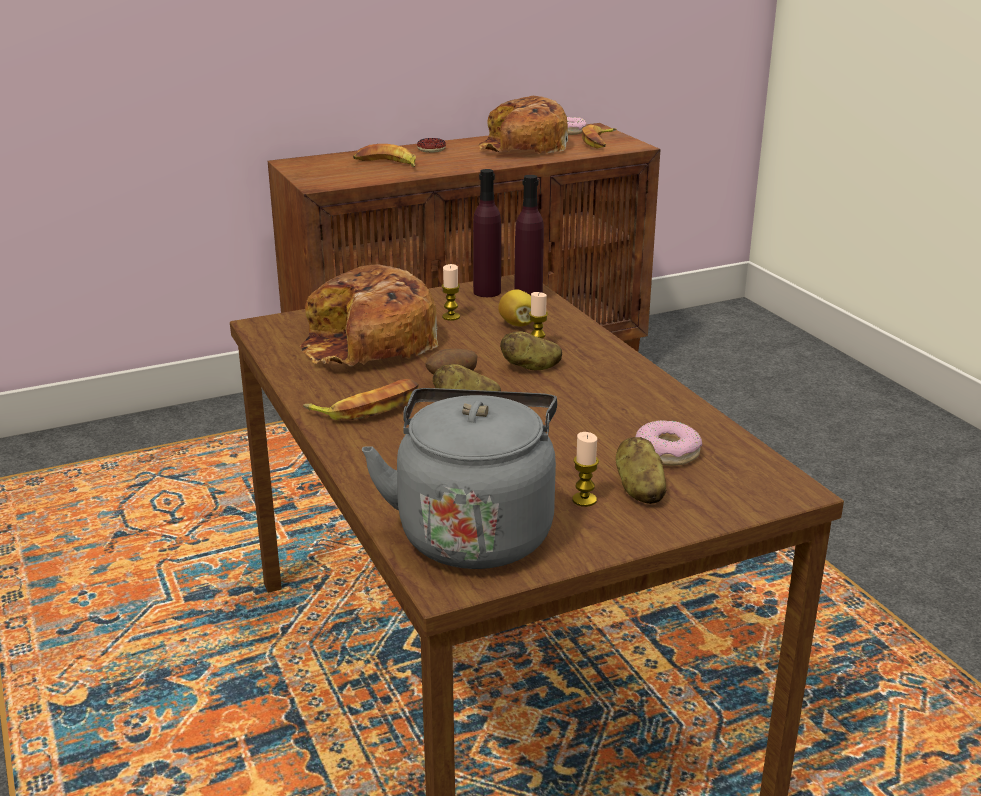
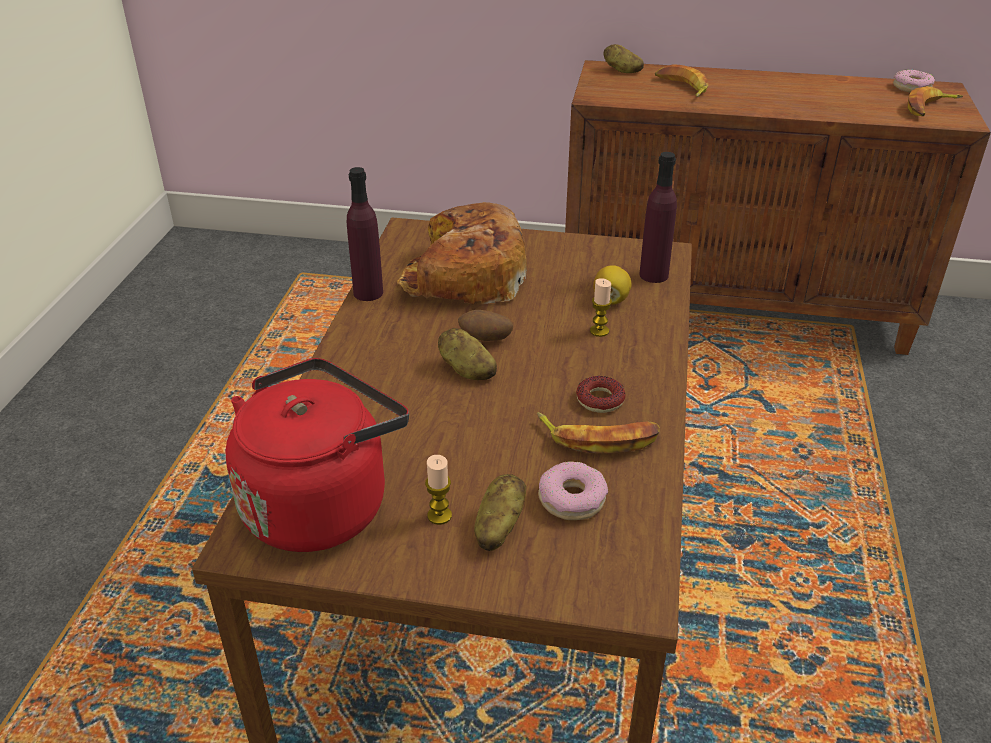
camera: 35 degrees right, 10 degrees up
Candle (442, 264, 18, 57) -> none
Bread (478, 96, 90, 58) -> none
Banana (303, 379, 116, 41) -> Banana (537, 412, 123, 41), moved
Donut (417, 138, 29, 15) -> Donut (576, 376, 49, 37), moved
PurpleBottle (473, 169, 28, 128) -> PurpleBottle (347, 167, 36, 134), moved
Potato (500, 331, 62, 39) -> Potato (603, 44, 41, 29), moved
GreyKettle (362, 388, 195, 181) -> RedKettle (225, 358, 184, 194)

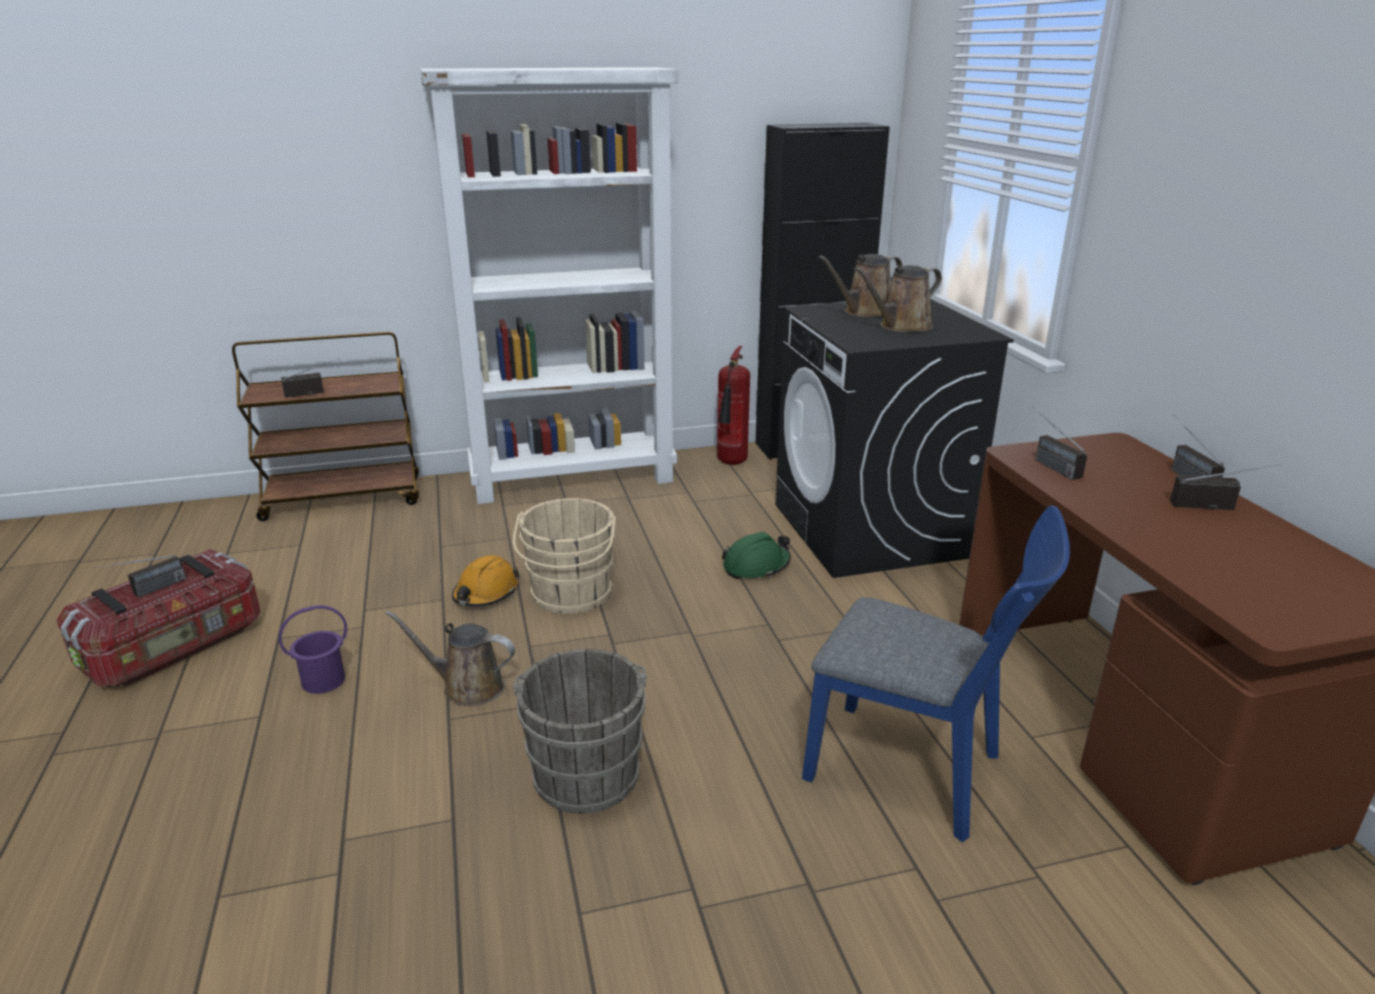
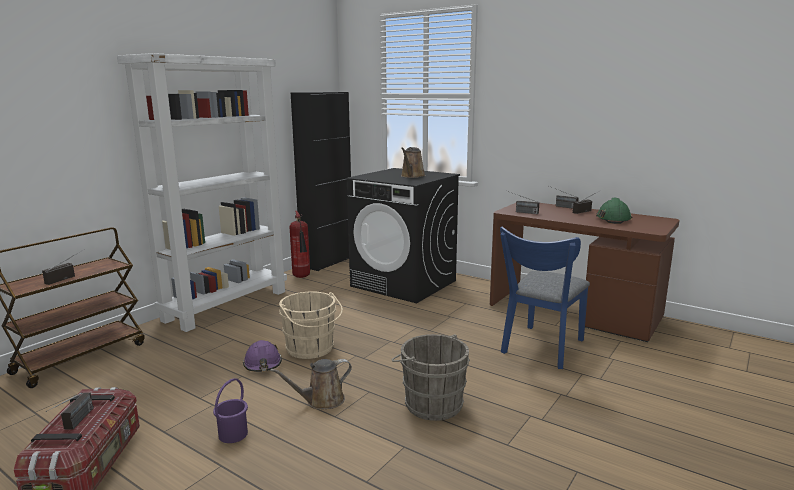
camera: 40 degrees left, 10 degrees down
BrownWateringCan (818, 254, 85, 63) -> none
GreenHardHat (722, 532, 69, 47) -> GreenHardHat (596, 198, 36, 26), moved
OrangeHardHat (452, 555, 68, 52) -> PurpleHardHat (243, 340, 39, 32)
BlueChair (802, 506, 268, 336) -> BlueChair (500, 227, 90, 142), 135 degrees clockwise

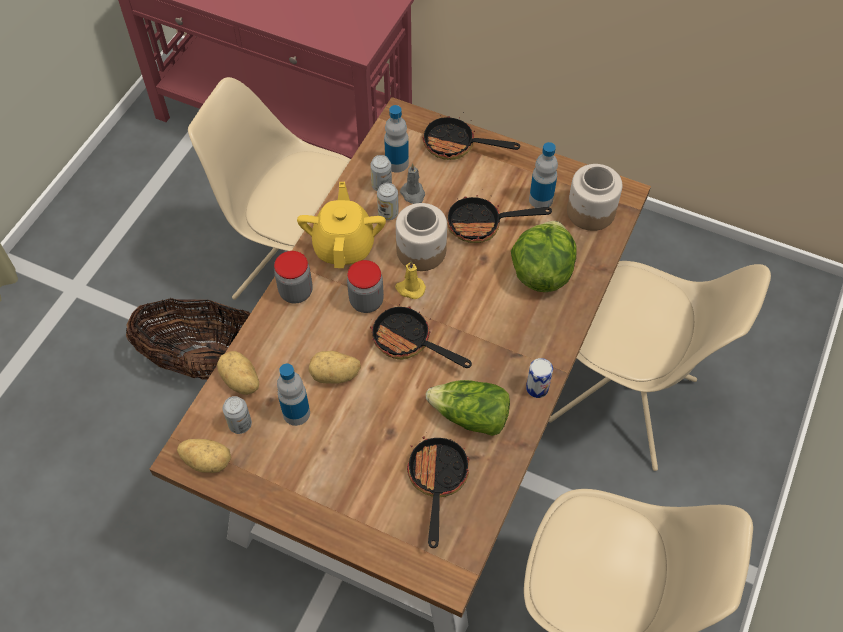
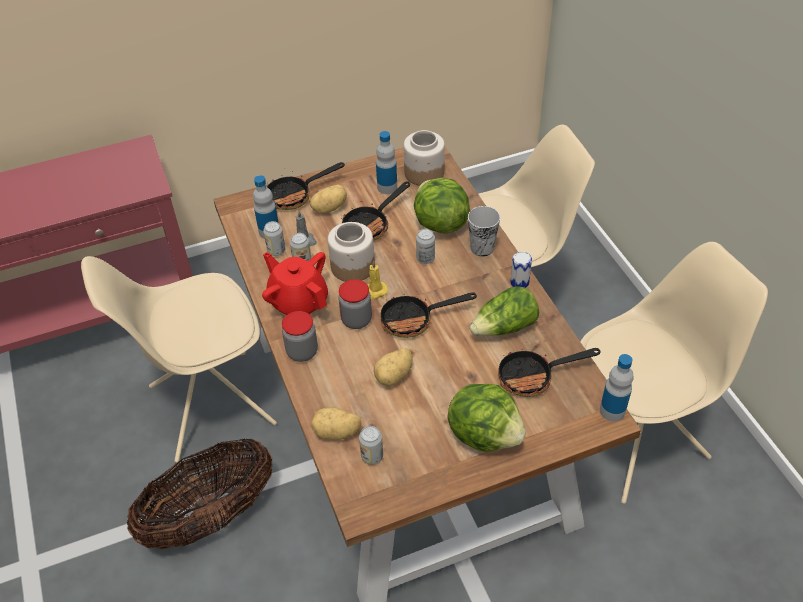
camera: 45 degrees left, 10 degrees down
none -> Can (416, 229, 19, 35)
none -> Lettuce (447, 384, 79, 67)
none -> Cup (468, 206, 32, 51)
Potato (177, 439, 54, 34) -> Potato (310, 185, 37, 28), moved
Bottle (277, 364, 33, 62) -> Bottle (600, 354, 34, 68), moved
YellowTeapot (297, 182, 89, 86) -> RedTeapot (262, 252, 66, 63)
FryingPan (407, 436, 62, 112) -> FryingPan (498, 342, 103, 55), 60 degrees counterclockwise

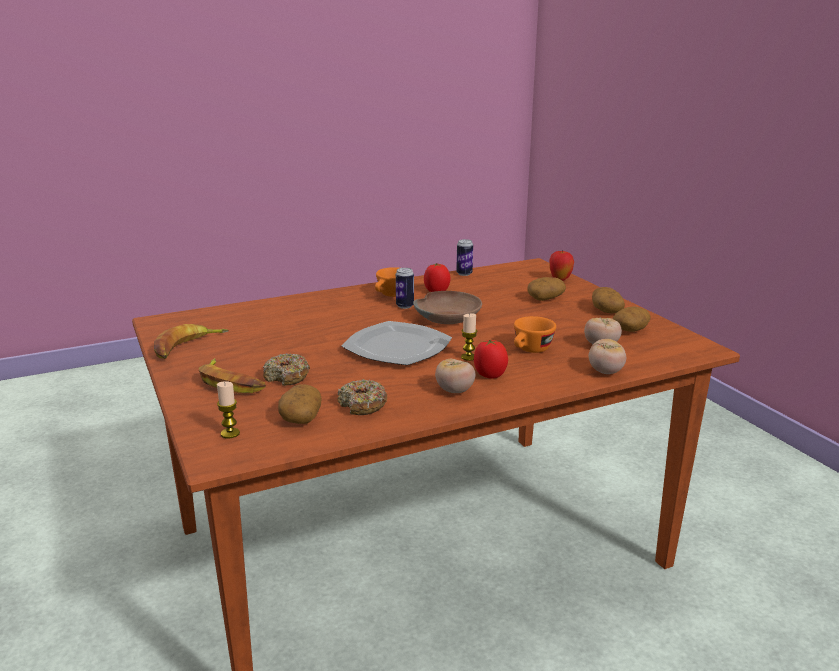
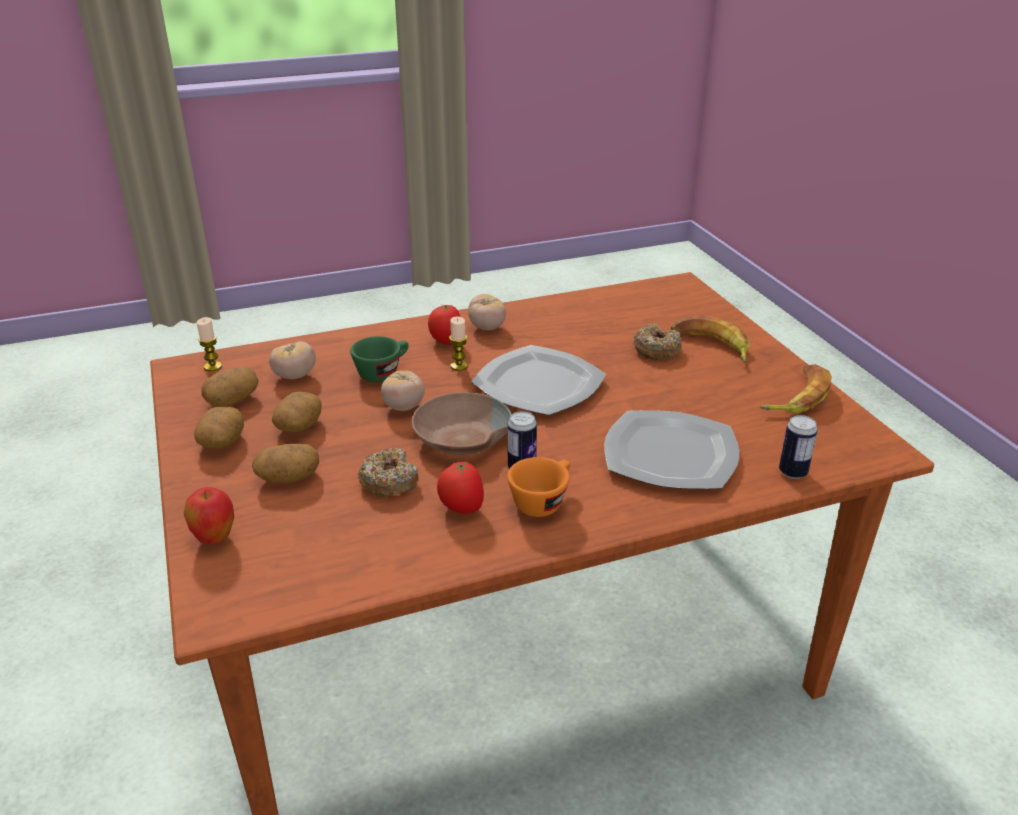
camera: 175 degrees left, 10 degrees up
none -> Plate (604, 410, 136, 79)
Candle (217, 381, 23, 58) -> Candle (197, 317, 25, 54), moved
Potato (278, 384, 43, 40) -> Potato (272, 392, 50, 40), moved
Donut (338, 379, 49, 36) -> Donut (358, 448, 61, 50), moved
Can (456, 239, 17, 37) -> Can (779, 415, 39, 64), moved
Tomato (589, 339, 37, 35) -> Tomato (381, 371, 44, 40), moved
OrangeCup (514, 316, 42, 37) -> GreenCup (350, 336, 59, 46)

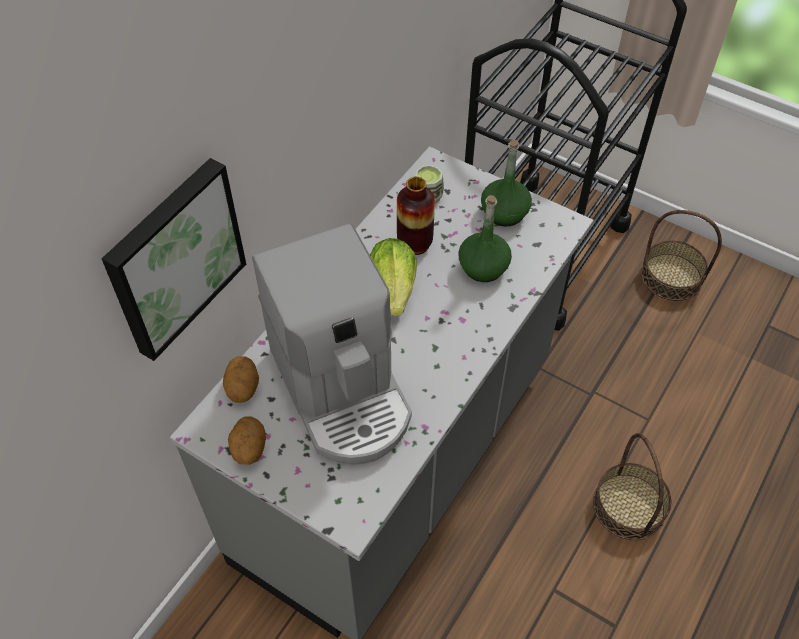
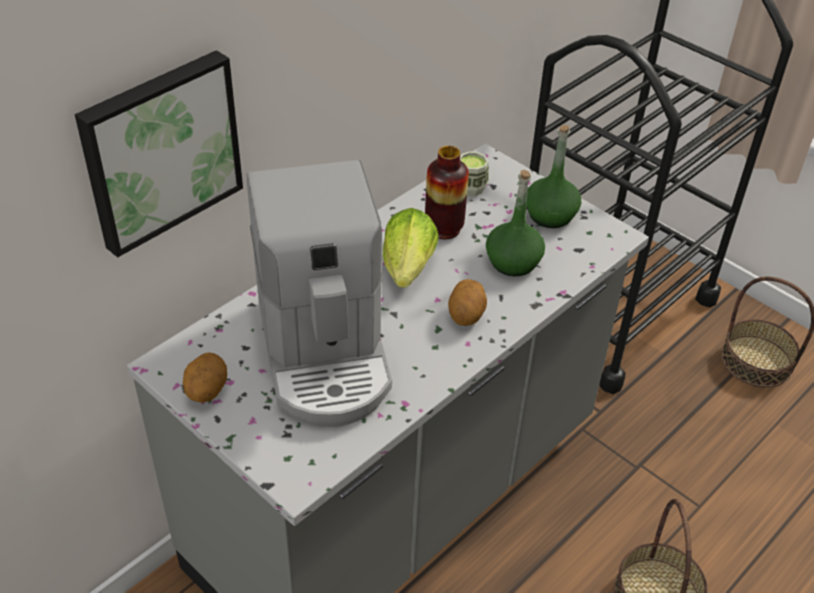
camera: 10 degrees right, 10 degrees down
Potato (223, 356, 36, 47) -> Potato (448, 279, 39, 47), moved

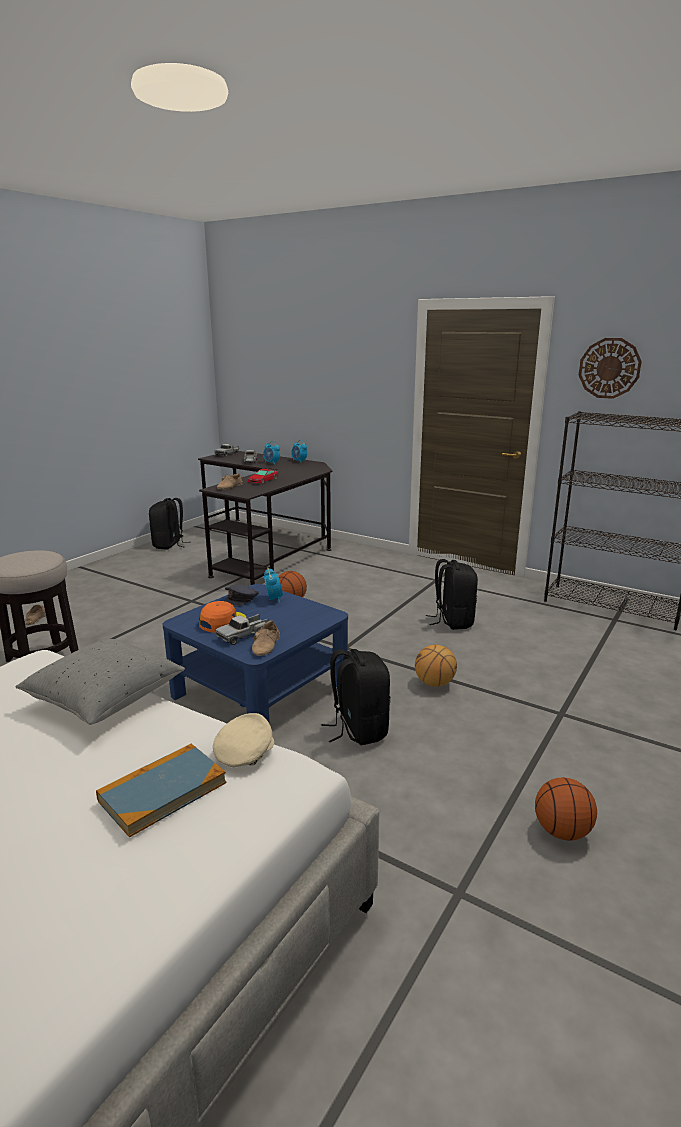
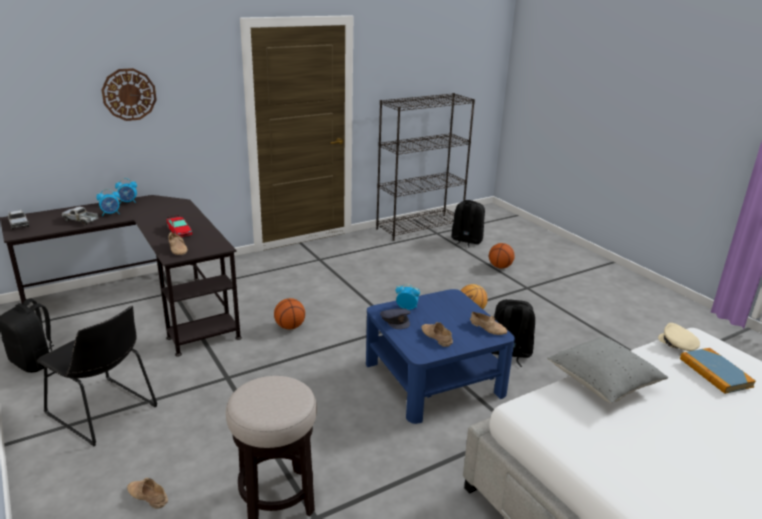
camera: 65 degrees left, 5 degrees up
ToyTruck (215, 614, 53, 31) -> none
none -> BlackChair (37, 306, 121, 140)
BlackBackpack (426, 559, 52, 71) -> BlackBackpack (451, 200, 34, 48), moved
Basketball (535, 777, 62, 64) -> Basketball (489, 243, 26, 26), moved
WallClock (579, 338, 63, 61) -> WallClock (102, 68, 55, 53), moved
OrangeCap (199, 601, 47, 32) -> BeigeShoe (421, 322, 32, 25)

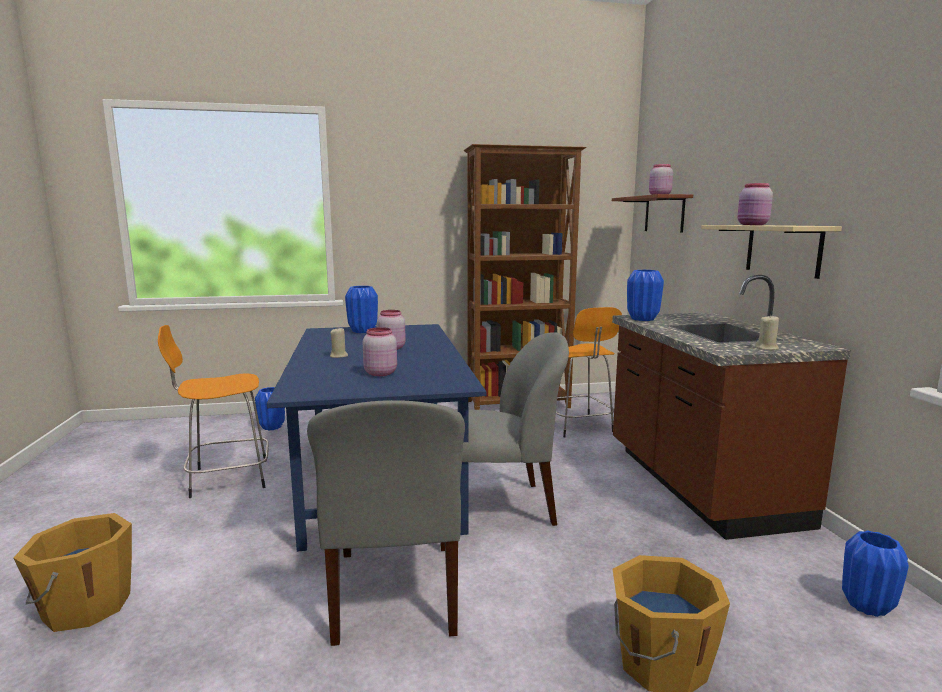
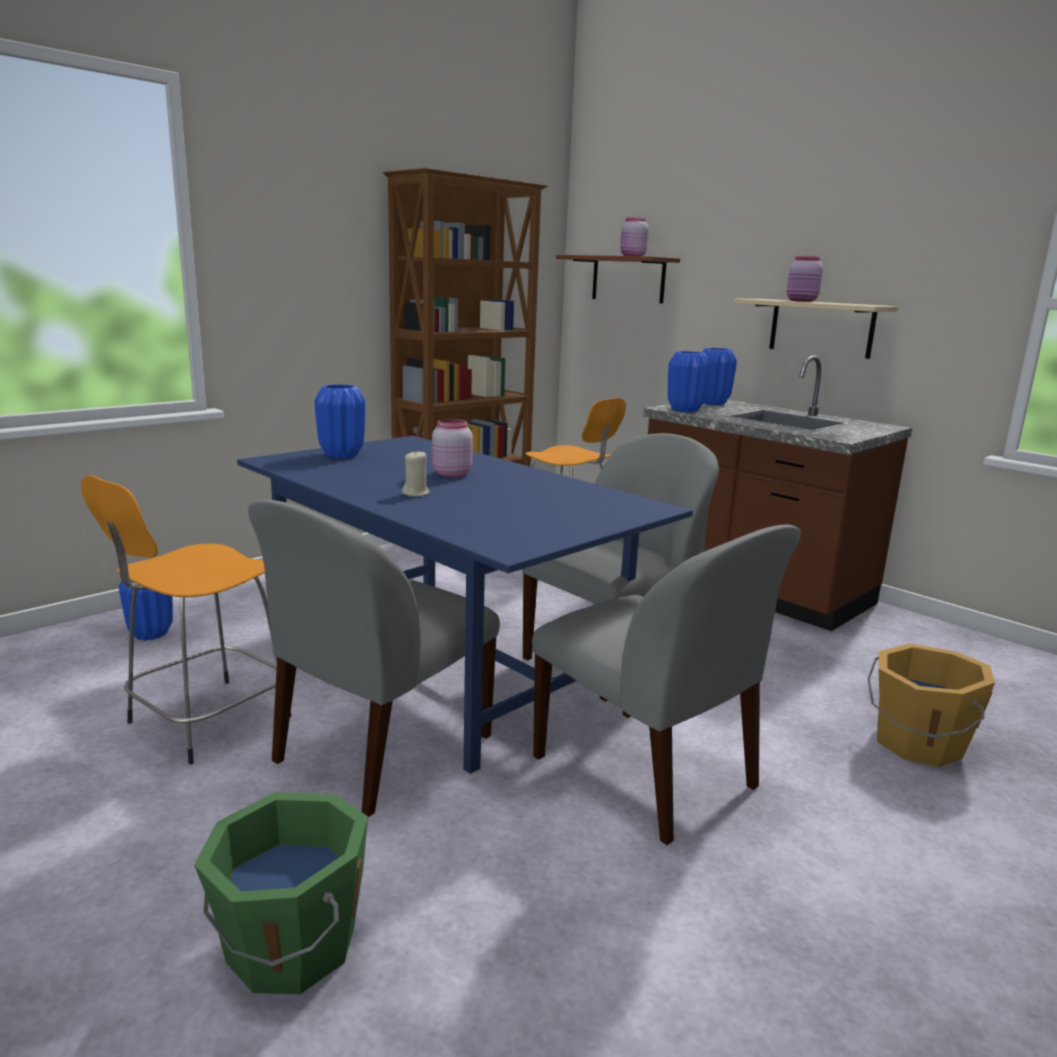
camera: 35 degrees left, 5 degrees up
PinkJar (363, 327, 34, 49) -> none
BeigeCandle (755, 315, 24, 35) -> none
none -> GreyChair (248, 500, 252, 317)
BlueVase (842, 530, 67, 87) -> BlueVase (702, 348, 35, 57), moved
OrangeBucket (13, 513, 119, 119) -> GreenBucket (194, 792, 174, 202)

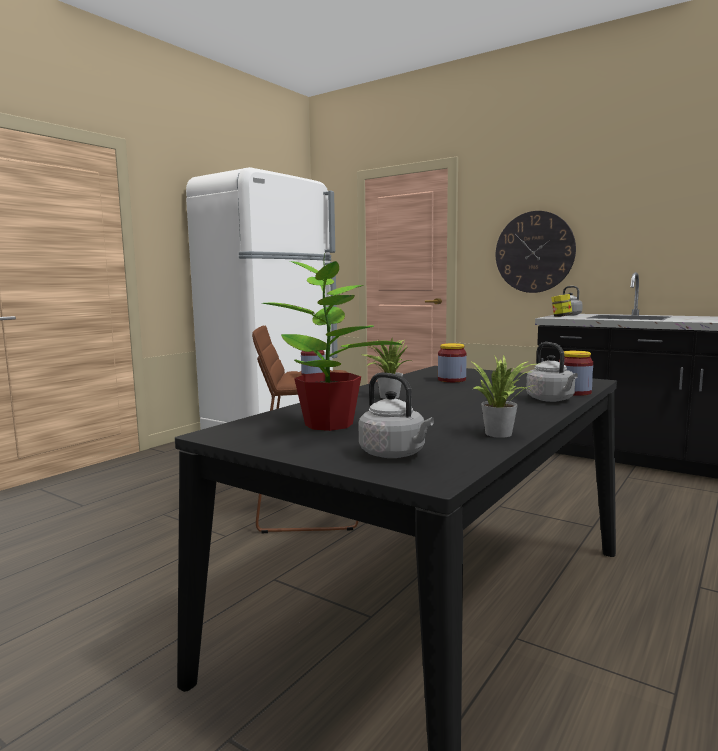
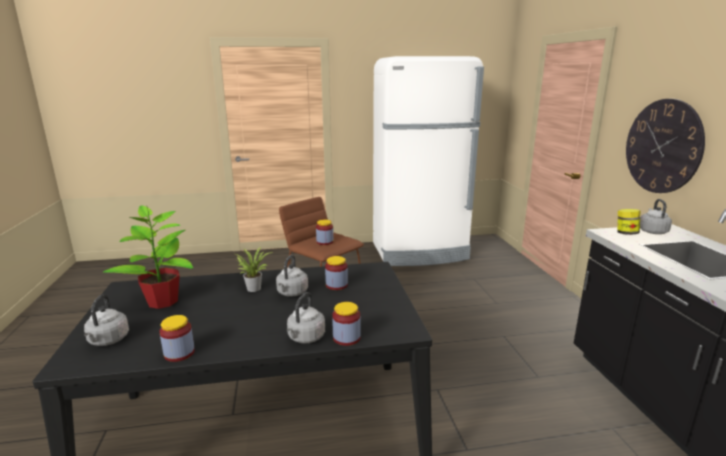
camera: 45 degrees right, 10 degrees up
none -> GreyKettle (276, 254, 32, 43)
PottedPlant (470, 355, 66, 83) -> Jar (159, 315, 36, 47)

